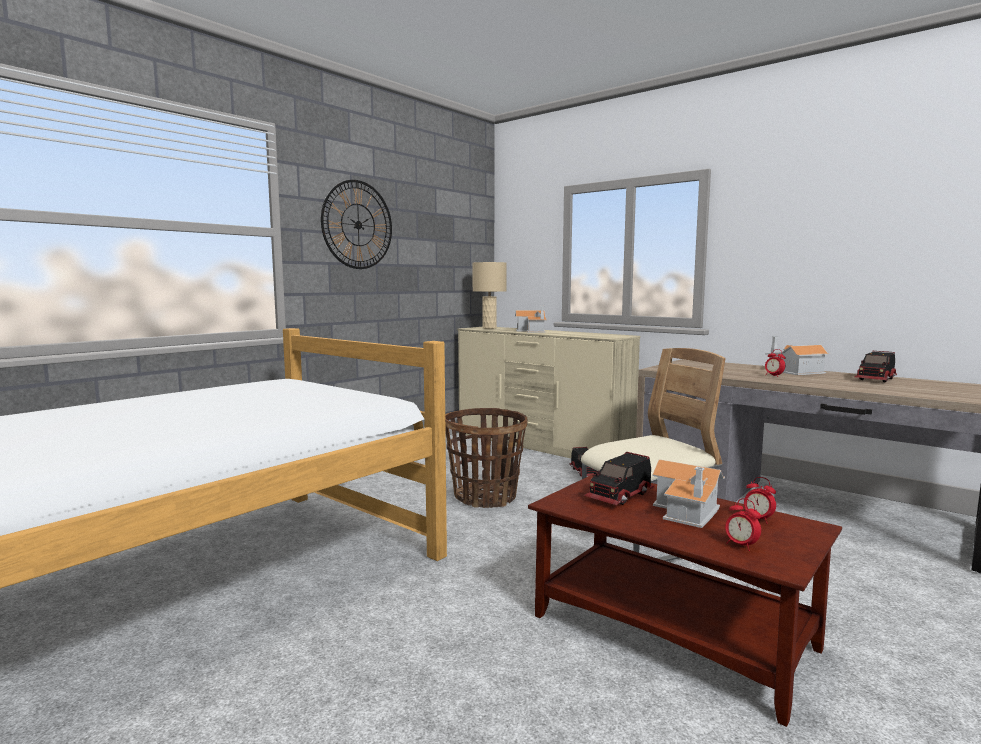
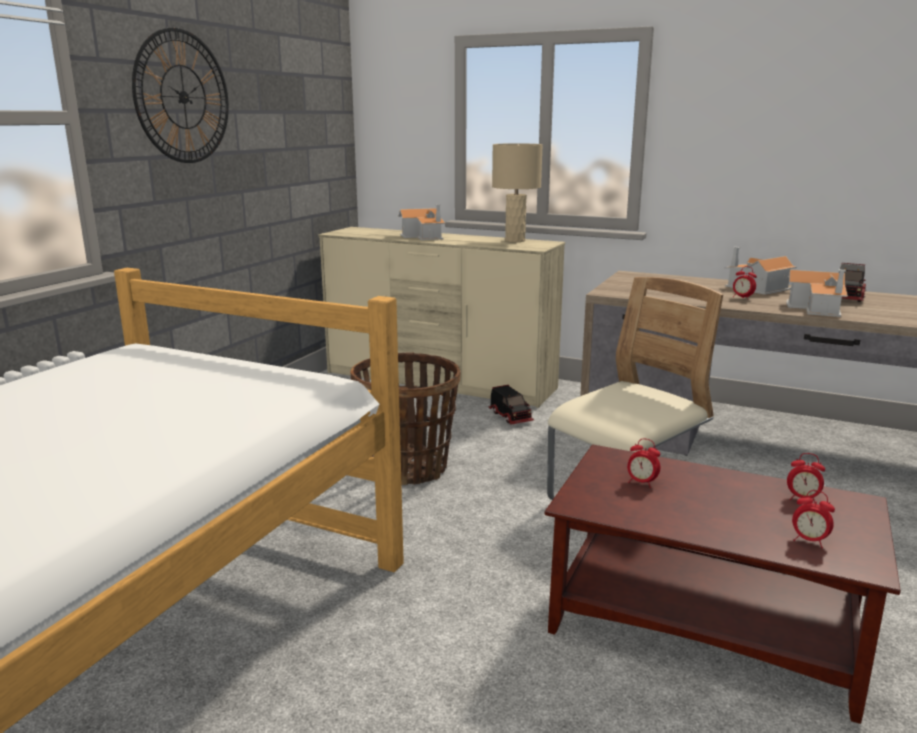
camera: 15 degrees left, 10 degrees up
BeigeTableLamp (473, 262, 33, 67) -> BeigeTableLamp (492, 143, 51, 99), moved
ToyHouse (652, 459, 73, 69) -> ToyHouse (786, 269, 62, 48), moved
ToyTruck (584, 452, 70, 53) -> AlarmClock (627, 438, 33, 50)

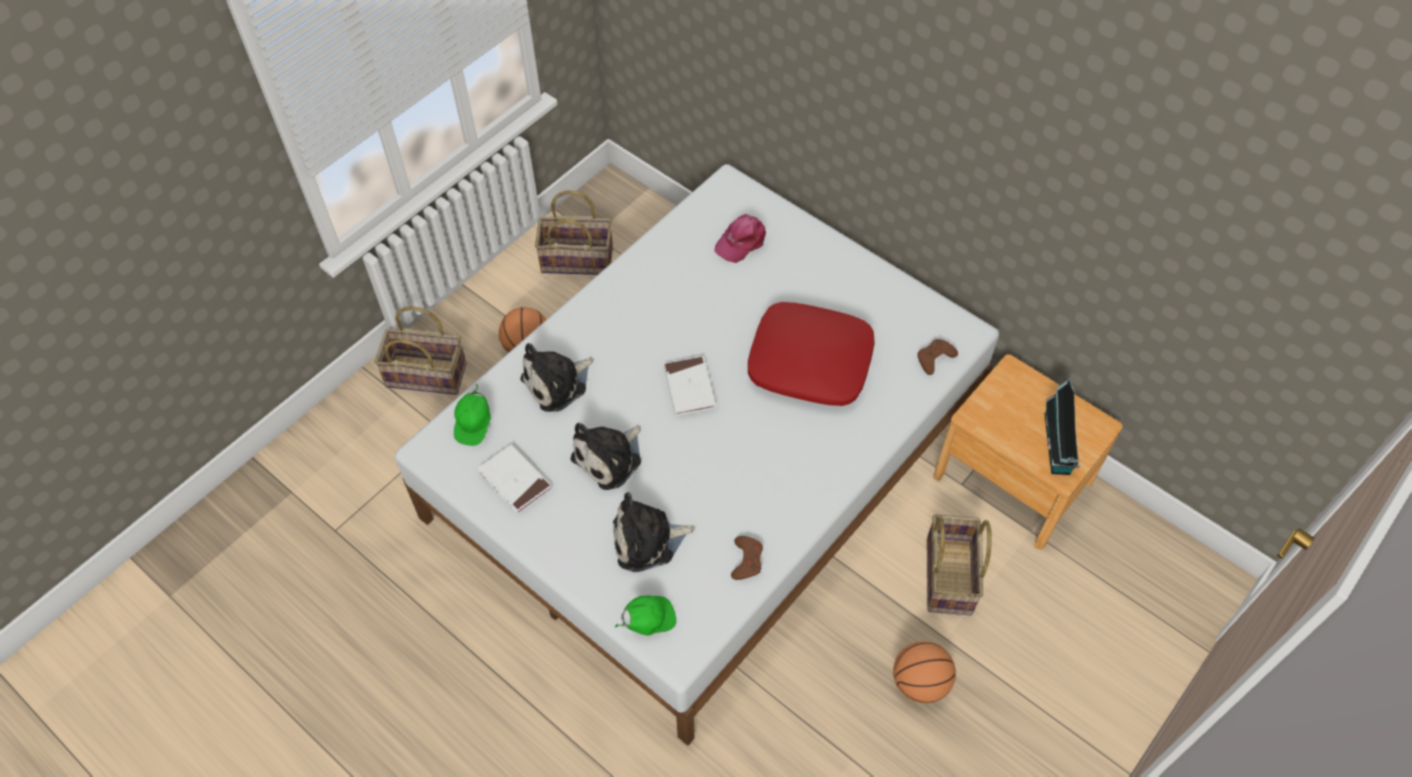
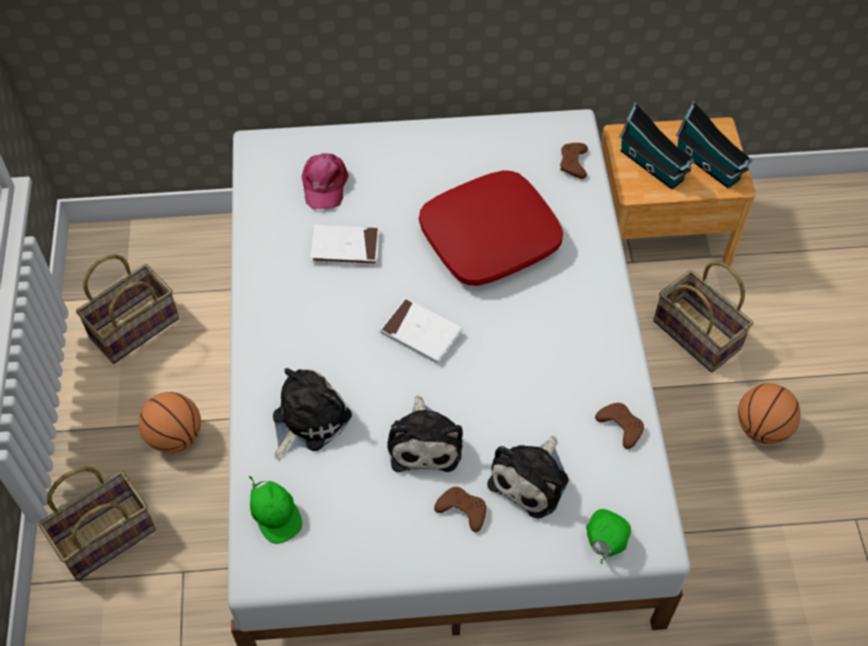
camera: 45 degrees left, 0 degrees up
none -> BrownGameController (434, 487, 52, 45)
none -> ToyHouse (619, 102, 75, 87)
WhiteBook (478, 444, 74, 70) -> WhiteBook (310, 225, 69, 40), moved
PlushToy (520, 343, 73, 69) -> PlushToy (273, 368, 79, 92), 150 degrees counterclockwise

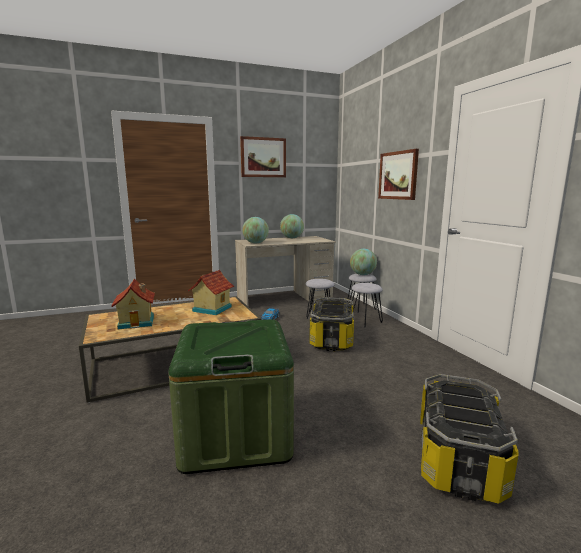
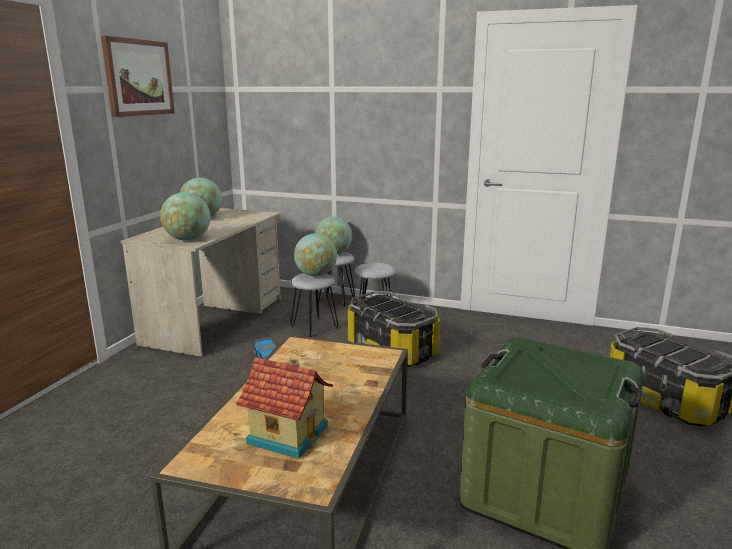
camera: 50 degrees left, 5 degrees up
ToyHouse (188, 270, 46, 45) -> none
Picture (378, 149, 41, 51) -> none
none -> Globe (294, 233, 43, 43)

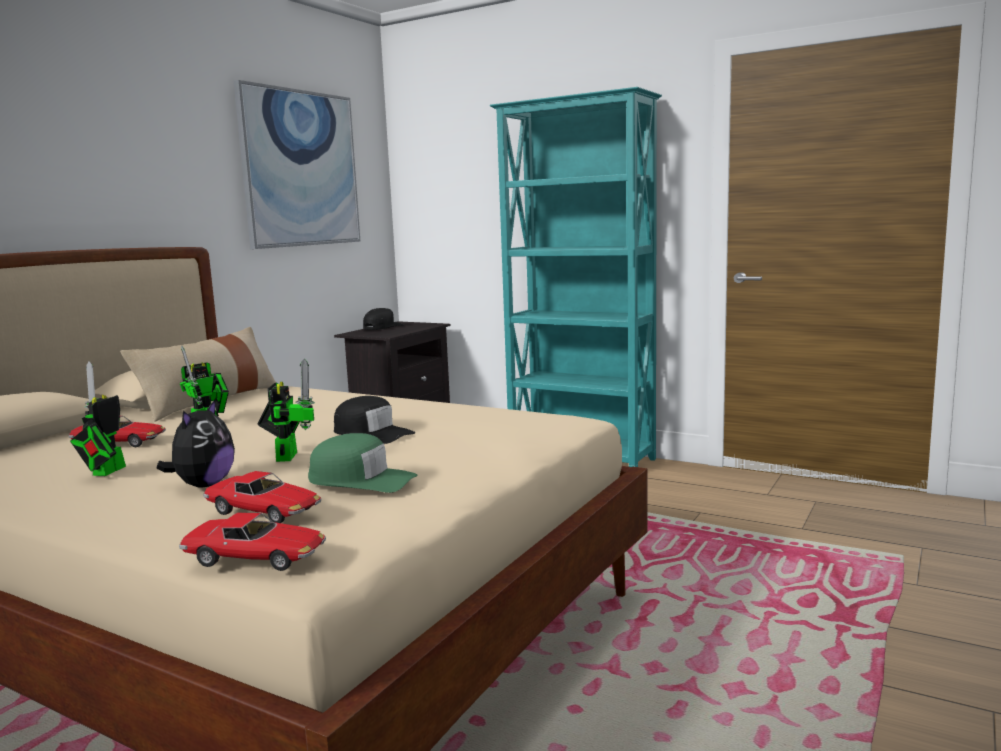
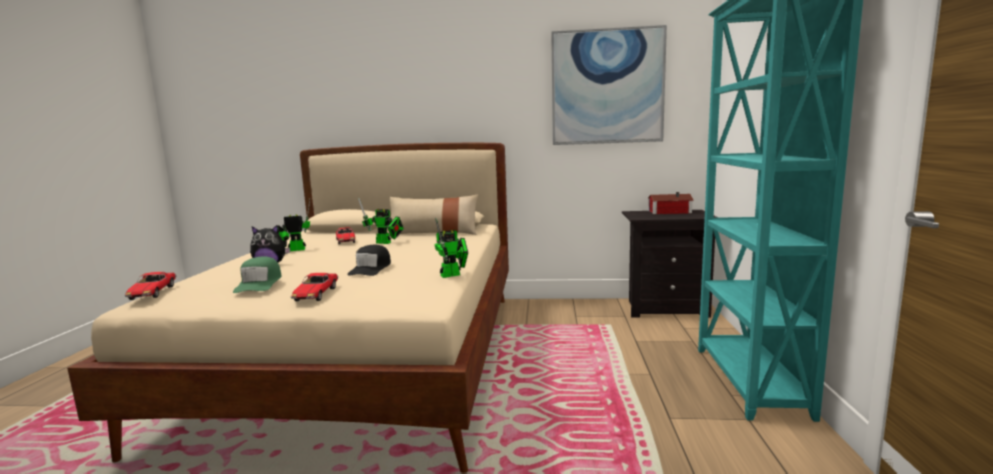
camera: 65 degrees right, 0 degrees up
ToyCar (203, 471, 118, 52) -> ToyCar (291, 273, 47, 28), moved
ToyRobot (257, 358, 58, 104) -> ToyRobot (435, 218, 33, 60), moved
BlackCap (363, 308, 40, 22) -> ToyHouse (648, 192, 46, 22)

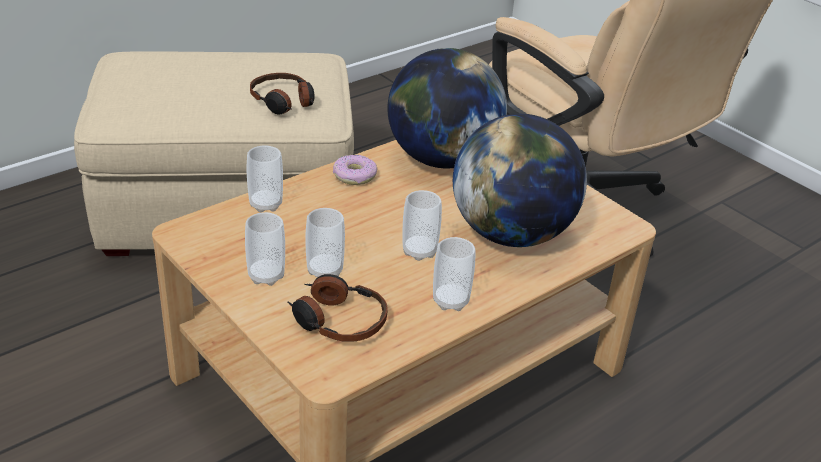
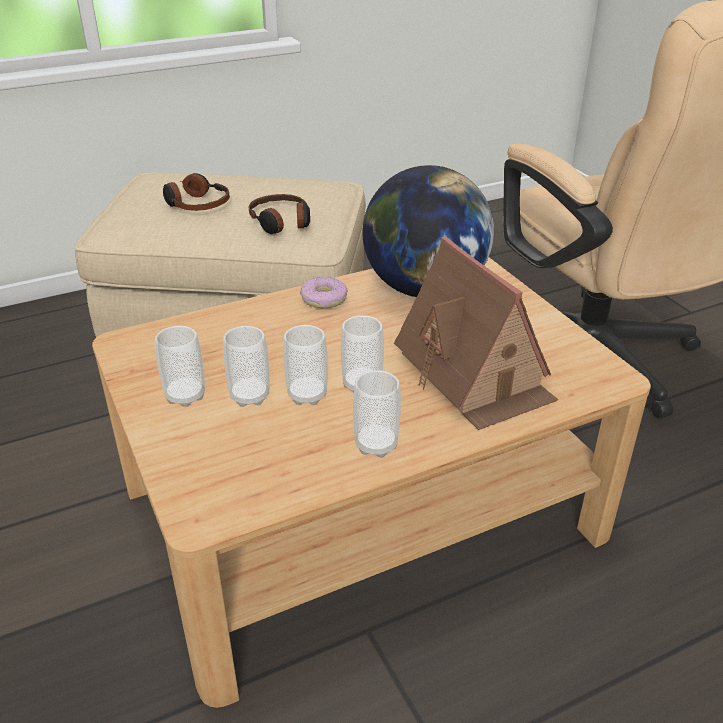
camera: 15 degrees right, 0 degrees up
Cup (247, 145, 36, 67) -> Cup (283, 325, 45, 80), moved
Headphones (288, 274, 100, 68) -> Headphones (163, 173, 67, 38), moved
Globe (453, 114, 134, 133) -> ToyHouse (394, 236, 164, 194)

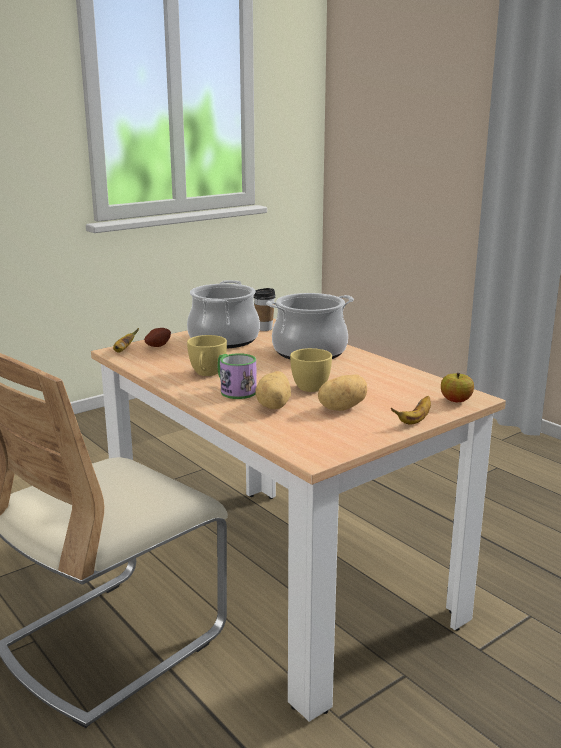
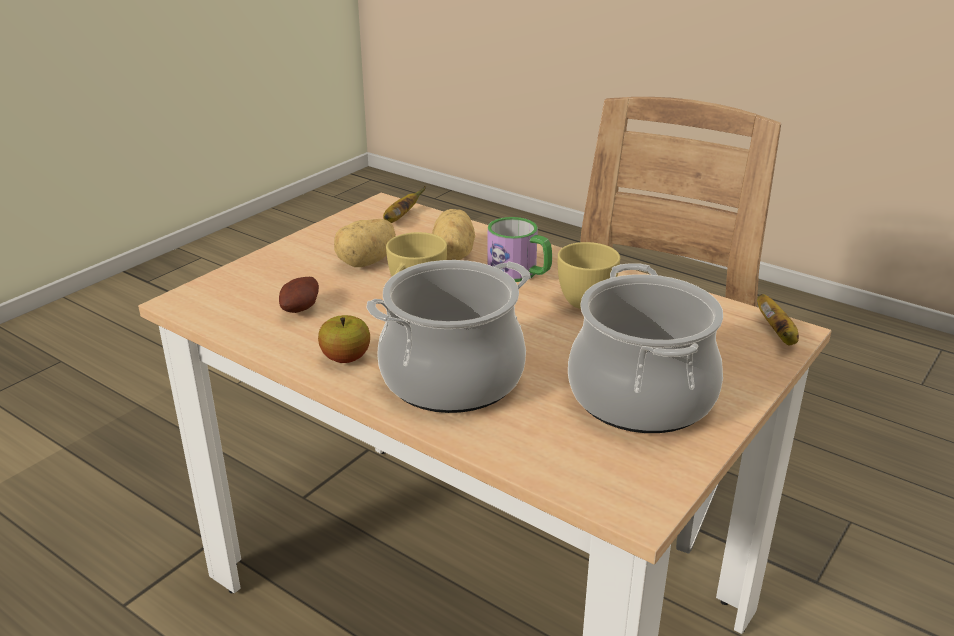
camera: 165 degrees right, 10 degrees up
Cup (254, 288, 22, 43) -> none
Potato (144, 328, 27, 19) -> Potato (279, 277, 40, 36), moved
Banana (391, 396, 40, 28) -> Banana (383, 186, 43, 37), moved
Apple (441, 373, 33, 29) -> Apple (318, 315, 52, 48), moved

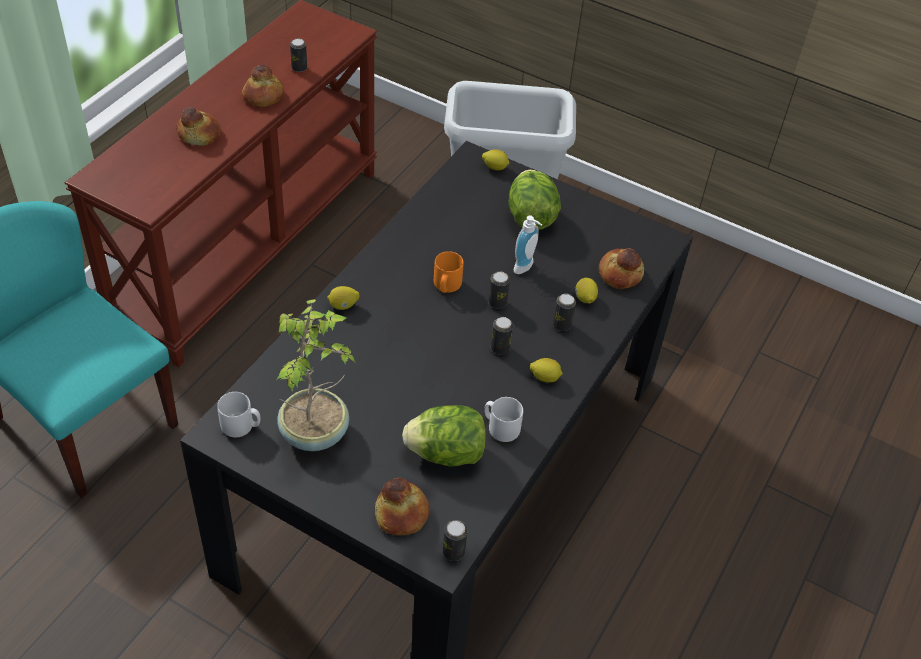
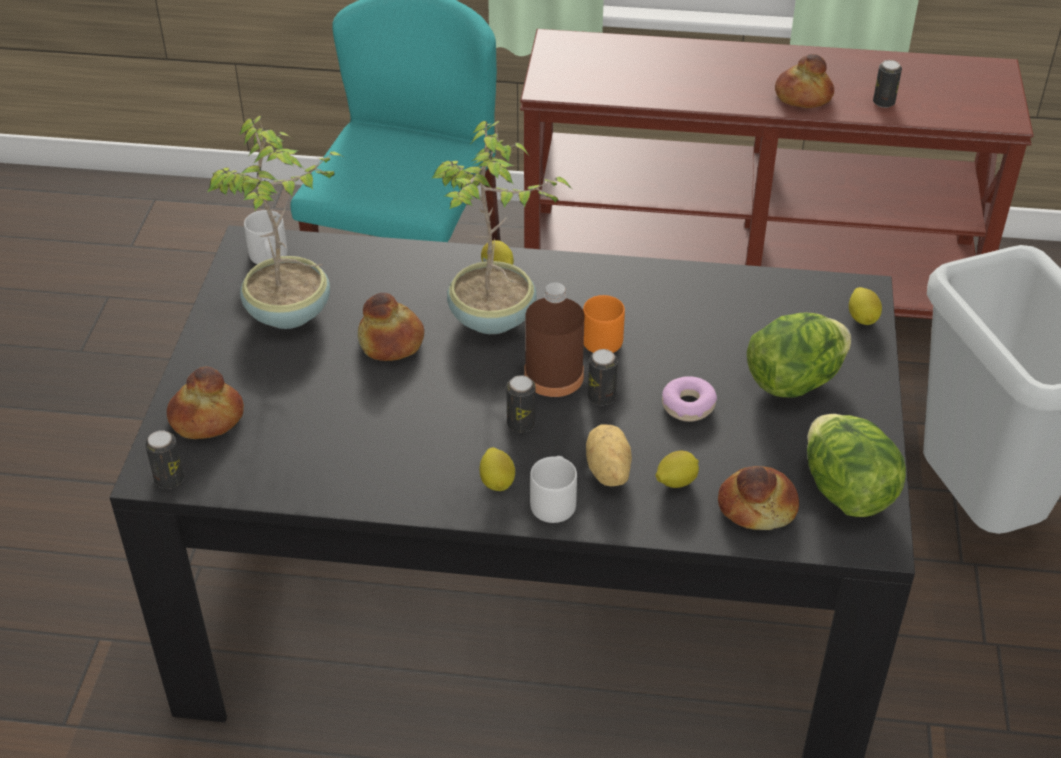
camera: 70 degrees right, 5 degrees down
none -> PottedPlant (431, 121, 140, 213)
none -> BrownBottle (524, 282, 60, 115)
Bread (176, 107, 45, 39) -> Bread (358, 293, 66, 68), moved
Lettuce (402, 405, 84, 62) -> Lettuce (807, 414, 99, 103), moved
GreyMug (484, 397, 39, 45) -> GreyMug (530, 456, 47, 67), moved
SoapDispenser (513, 215, 29, 59) -> Donut (662, 376, 55, 46)
Can (553, 294, 23, 37) -> Potato (586, 425, 46, 61)

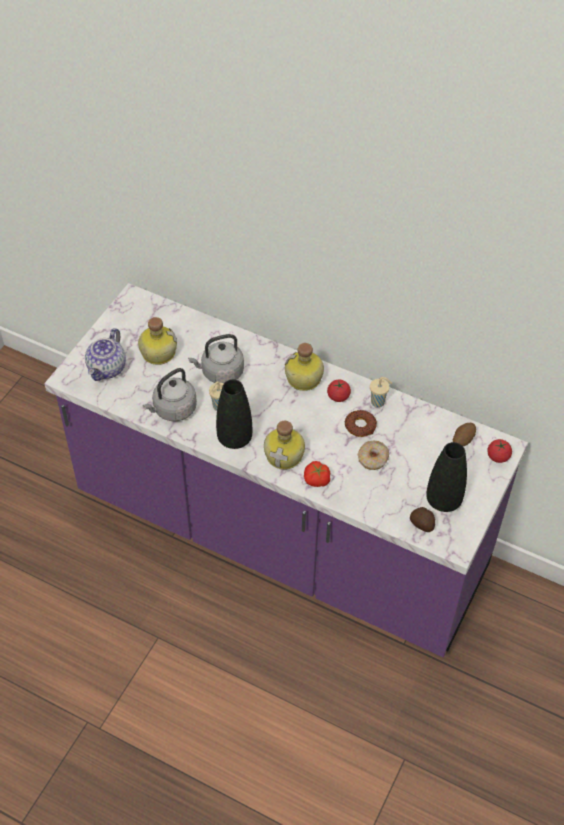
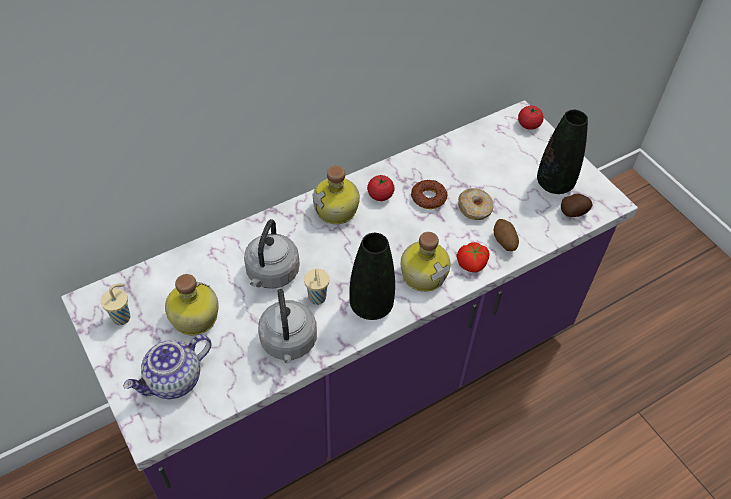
camera: 60 degrees left, 0 degrees up
BeigeCup (370, 377, 22, 30) -> BeigeCup (101, 284, 29, 41), moved
Potato (453, 423, 23, 24) -> Potato (494, 219, 25, 32), moved
Teapot (85, 328, 41, 53) -> Teapot (123, 335, 89, 64), 90 degrees clockwise

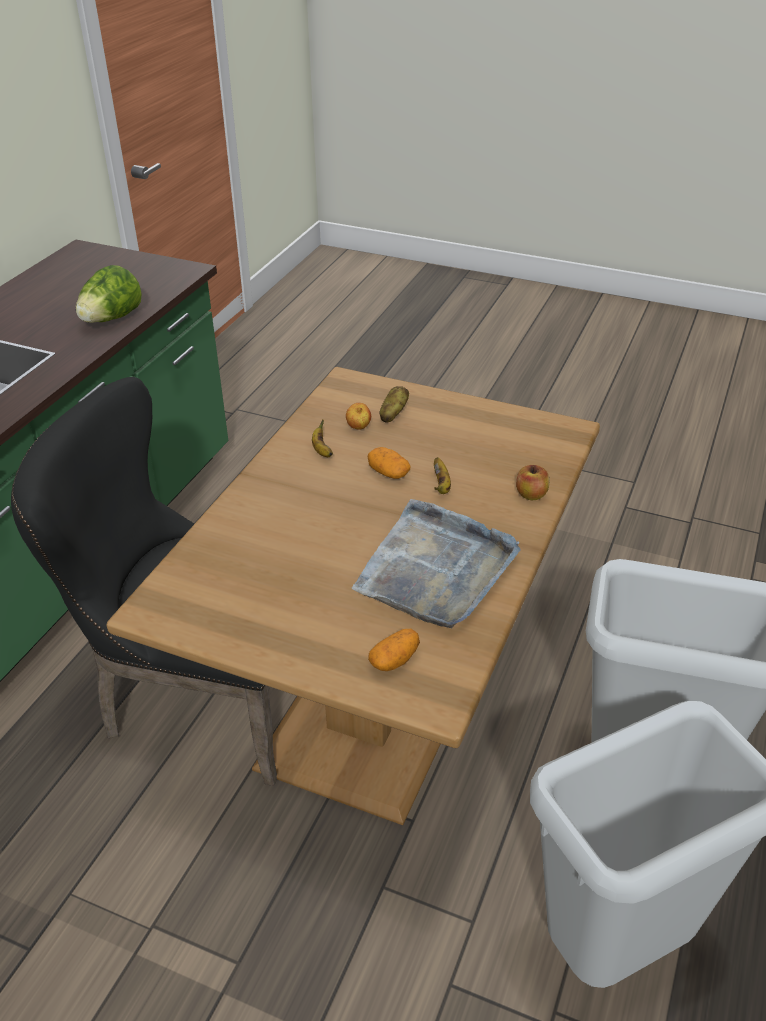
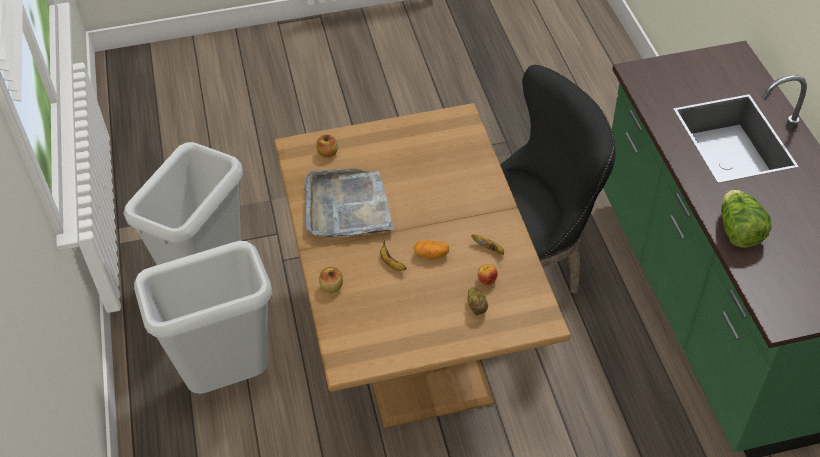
camera: 145 degrees right, 10 degrees up
Potato (368, 629, 52, 42) -> Apple (316, 135, 22, 23)

